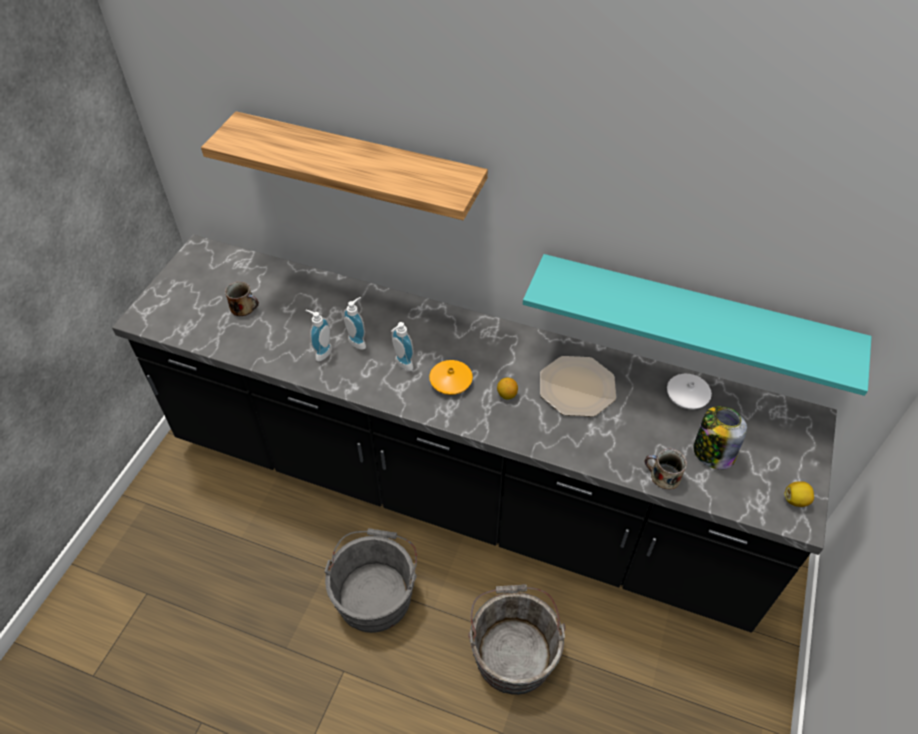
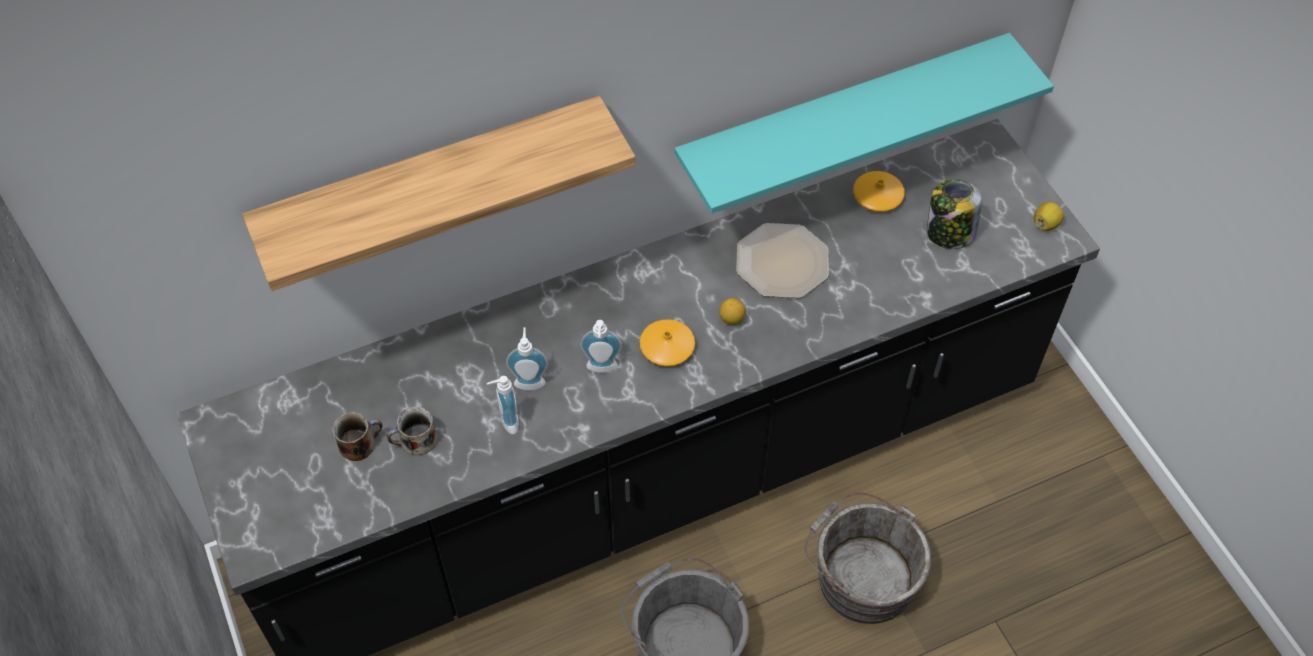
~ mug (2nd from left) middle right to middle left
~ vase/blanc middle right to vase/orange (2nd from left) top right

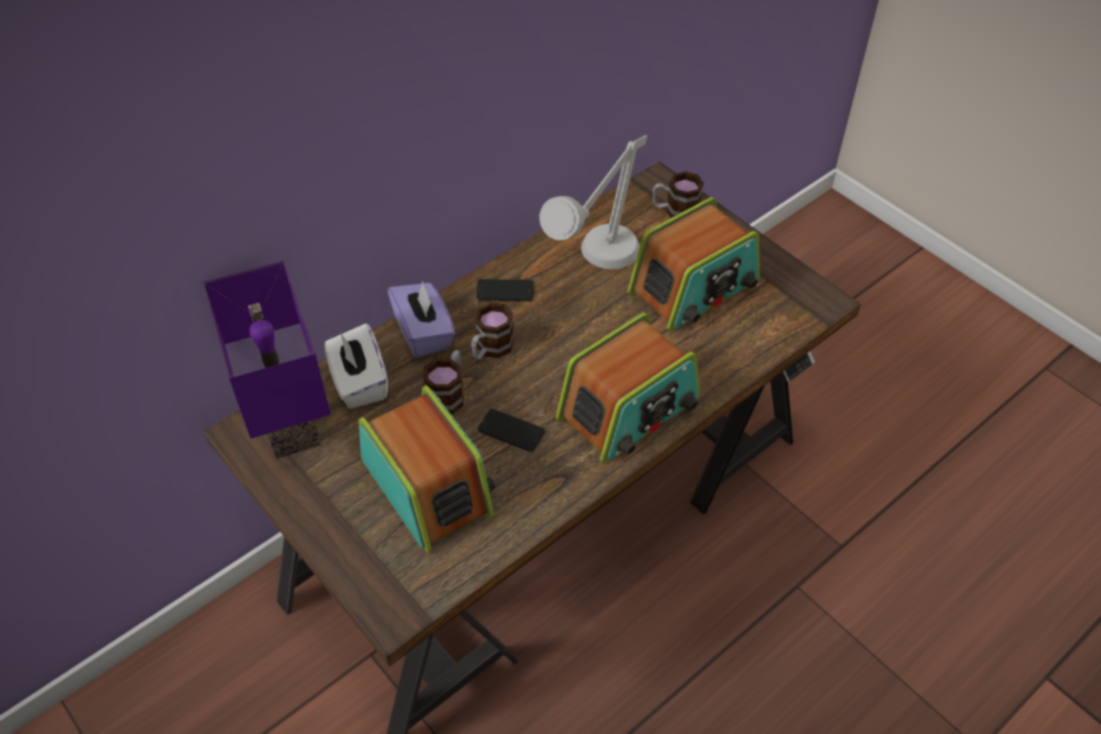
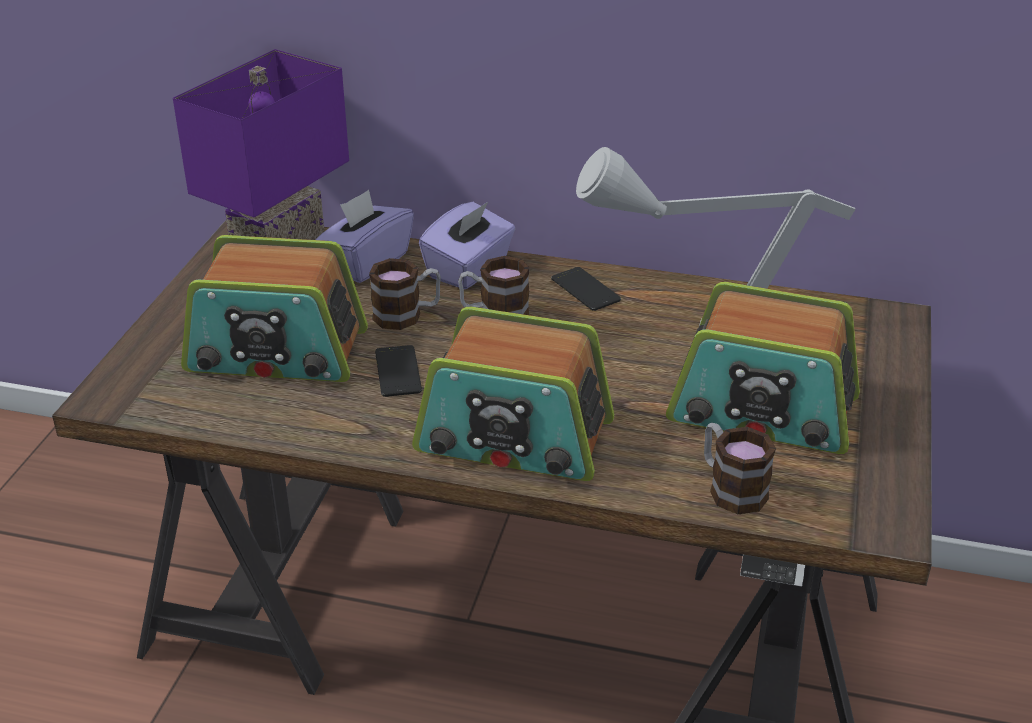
~ mug (3rd from left) top centre to middle right
~ boîte à mouchoirs/blanc middle left to boîte à mouchoirs/violet (1st from left) top centre
~ radio (1st from left) centre = middle left 75 degrees clockwise

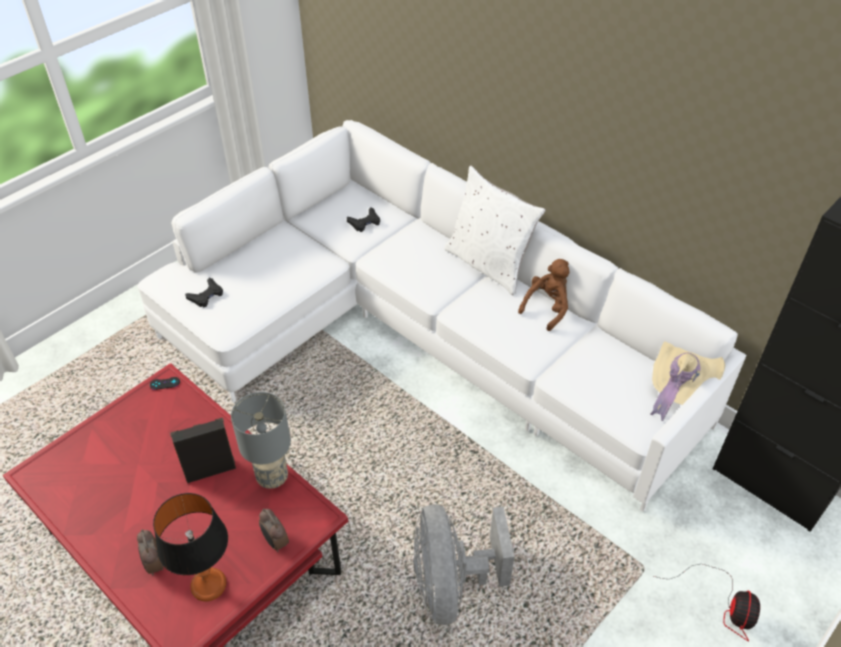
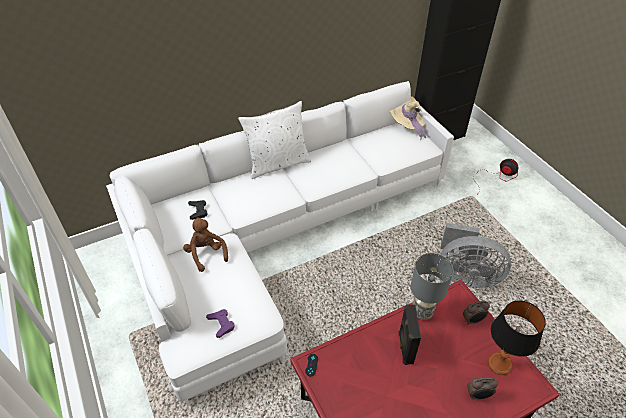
~ peluche/marron centre to middle left
~ manette/noir (2nd from left) middle left to manette/violet bottom centre

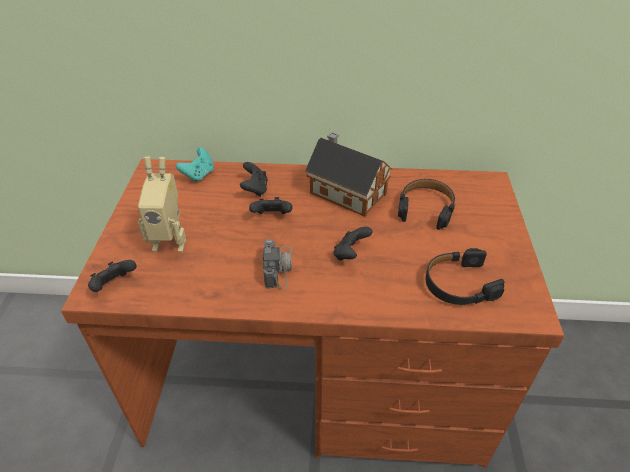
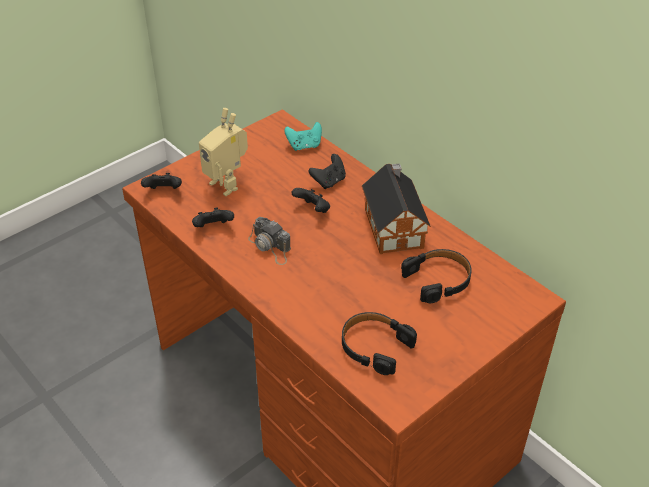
~ manette/noir (4th from left in the first image) centre to manette/noir (2nd from left) middle left
~ appareil photo centre = centre 90 degrees clockwise

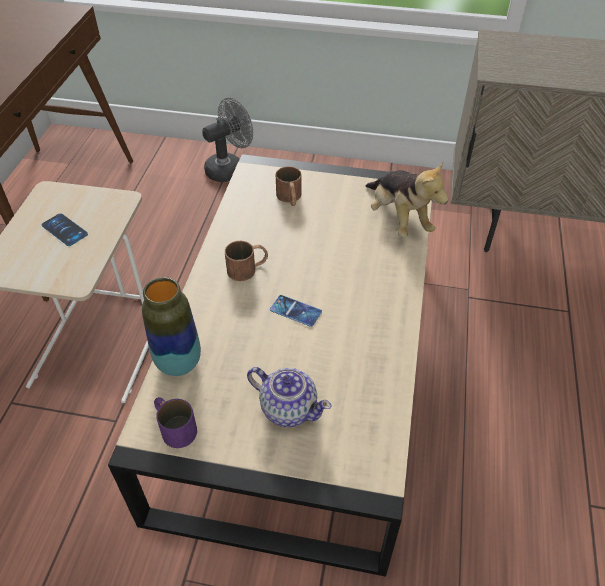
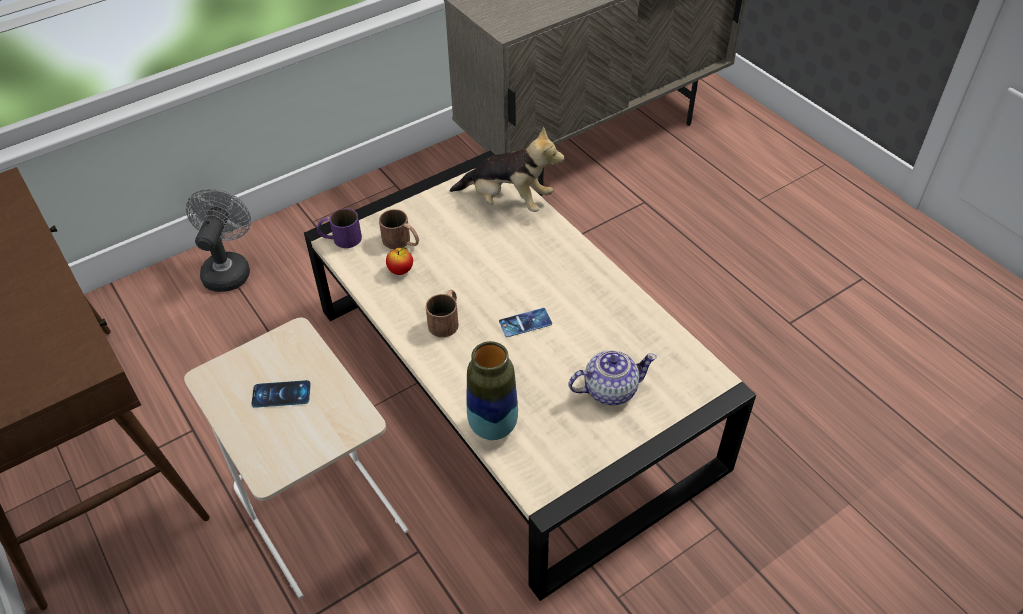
+ pomme centre
~ mug/violet bottom left to middle left

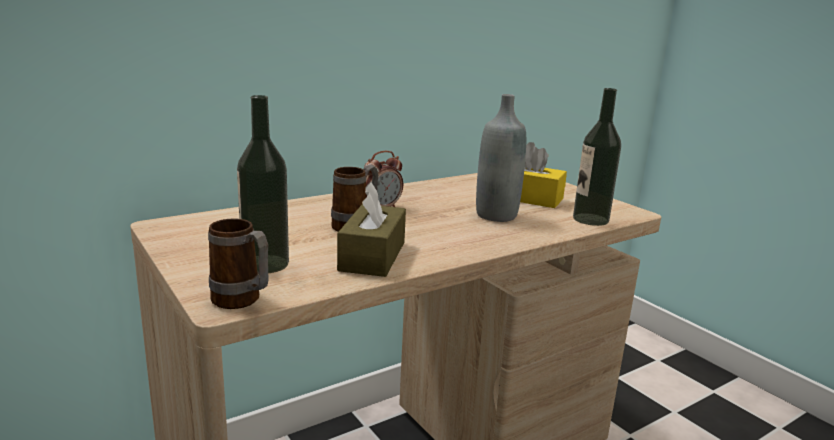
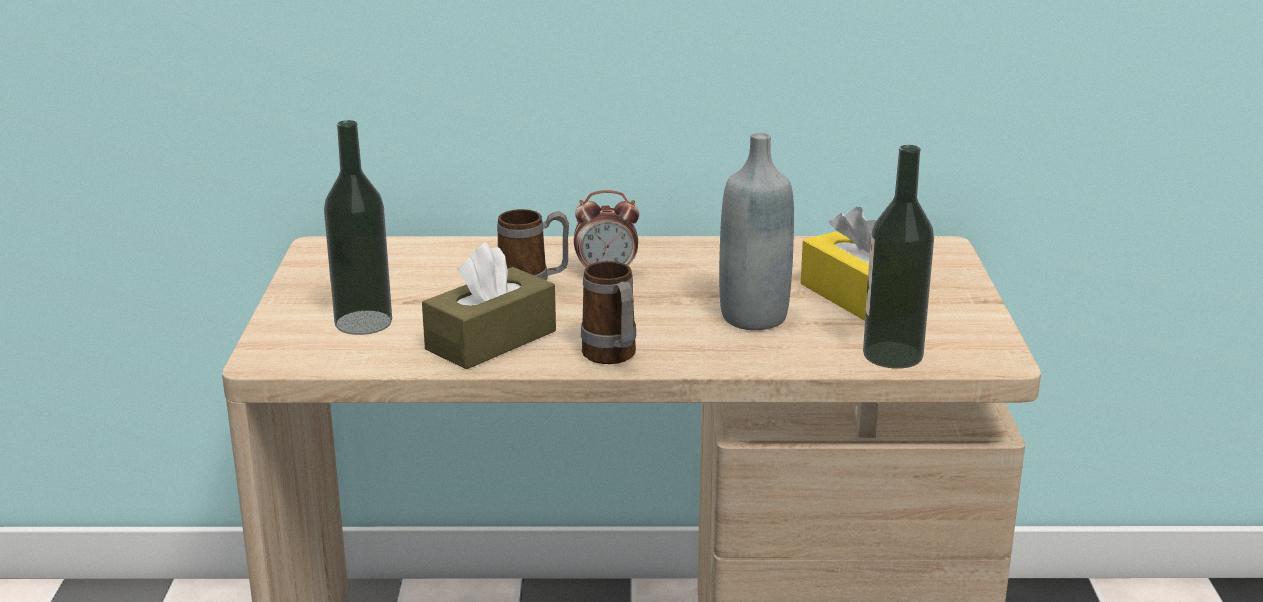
~ mug (1st from left in the first image) middle left to mug (2nd from left) centre

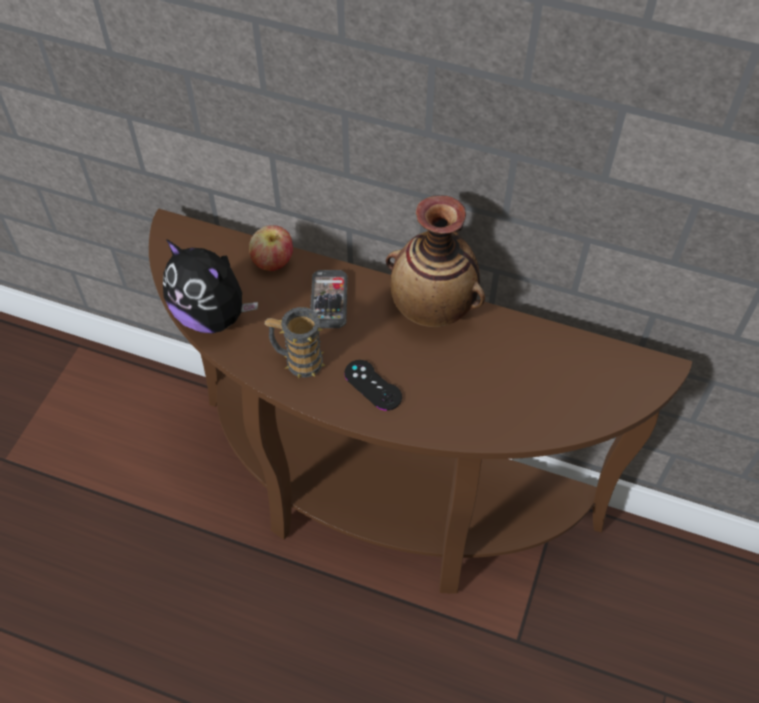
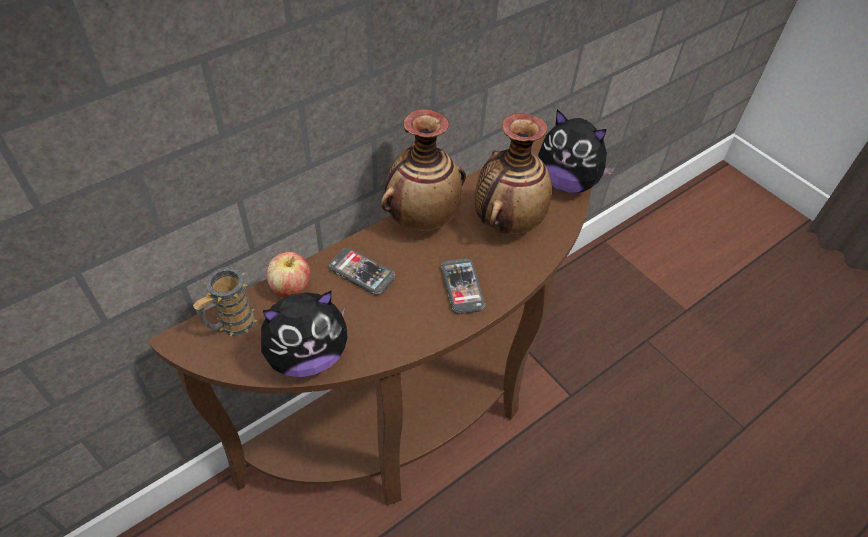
+ vase (2nd from left) top centre
+ peluche (2nd from left) top centre
~ mug centre to middle left
~ manette/noir centre to téléphone (2nd from left) centre

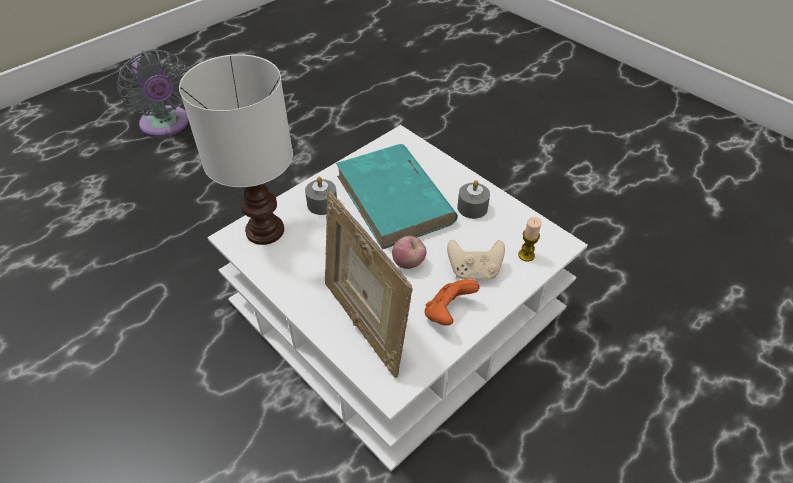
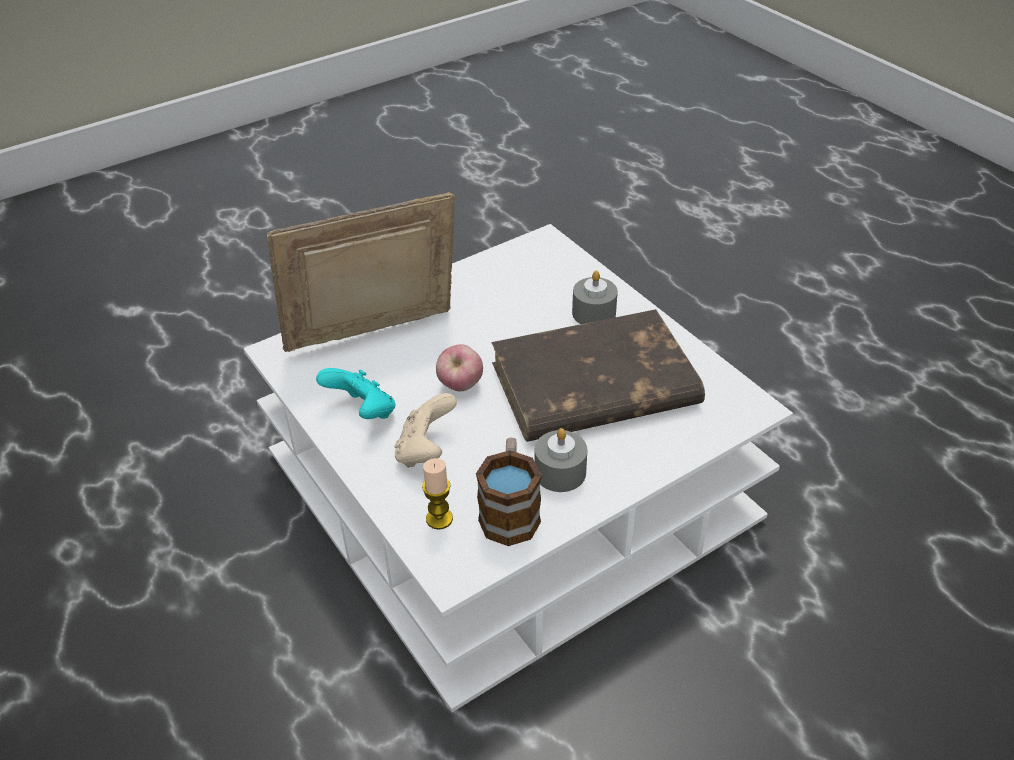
- ventilateur/gris top left
- lampe de table/blanc top left
+ mug centre
~ livre/turquoise centre to livre/marron centre
~ manette/orange centre to manette/turquoise centre

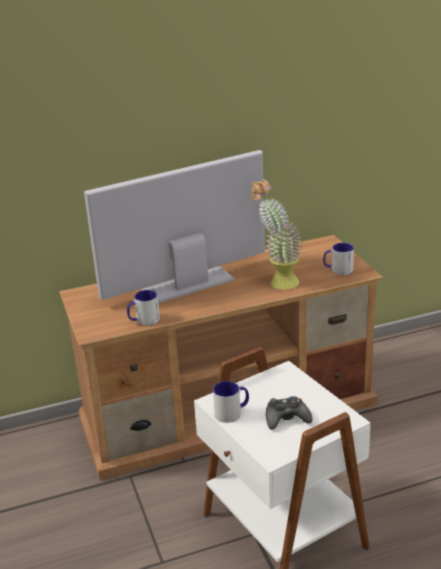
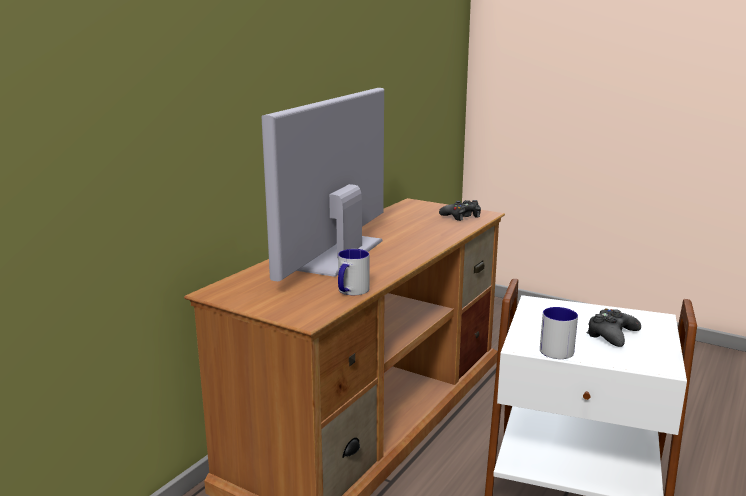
- plante en pot centre
~ mug (3rd from left) middle right to manette/noir (1st from left) centre

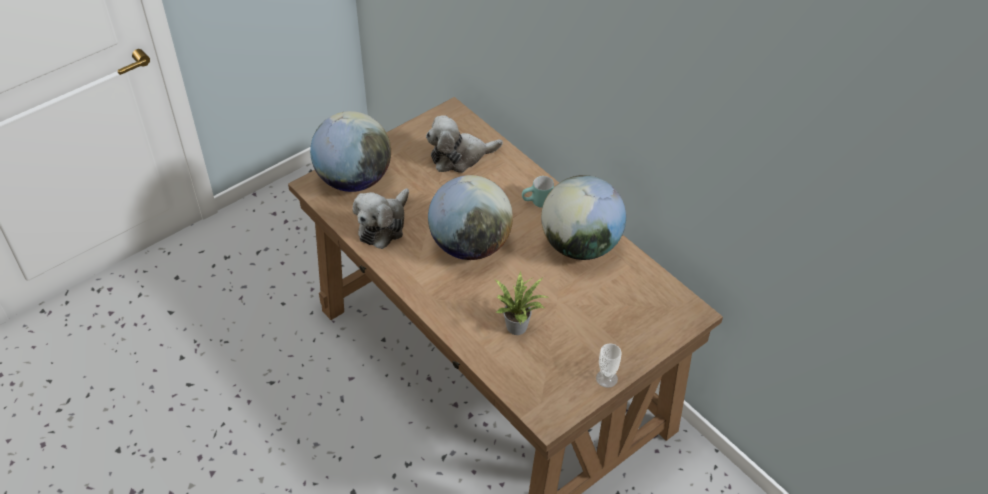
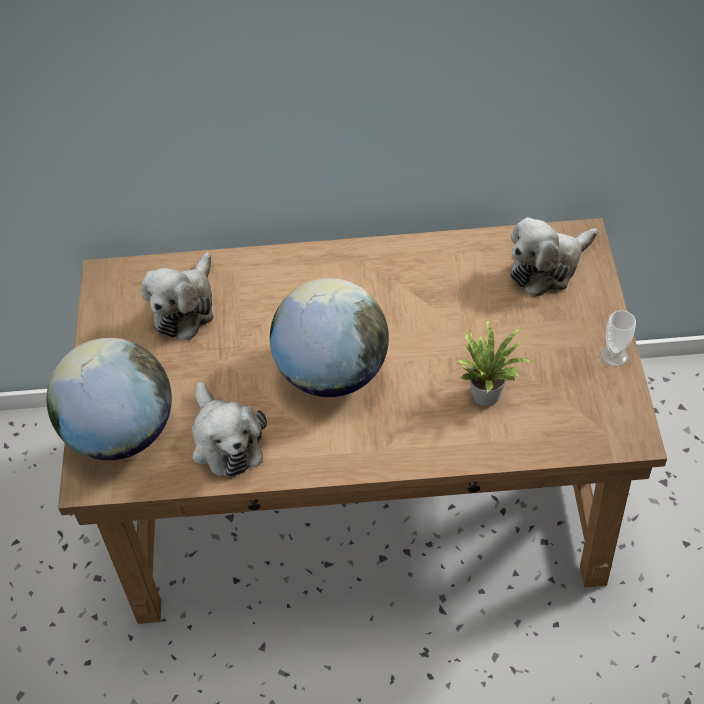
- mug/turquoise centre
- globe (3rd from left) centre
+ peluche (3rd from left) middle right

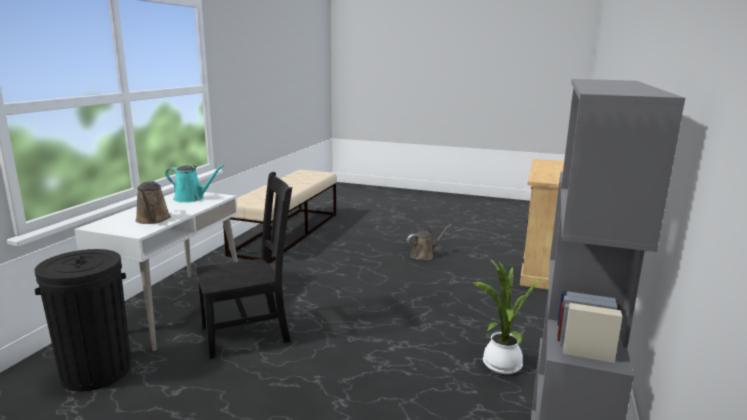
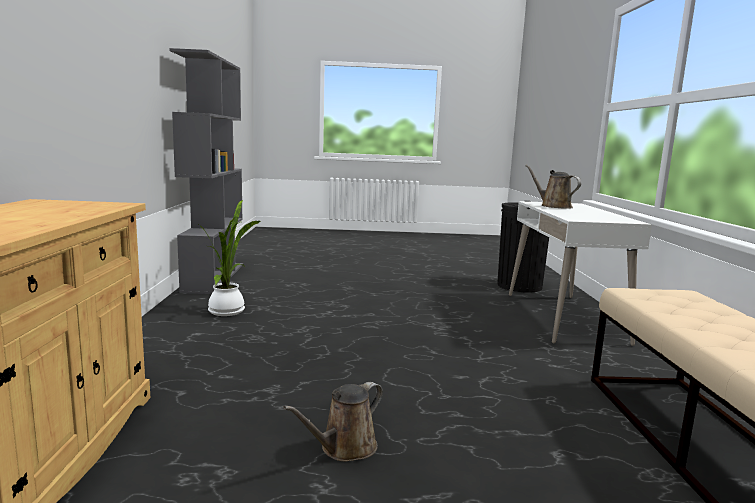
- arrosoir/turquoise middle left
- chaise/noir middle left

